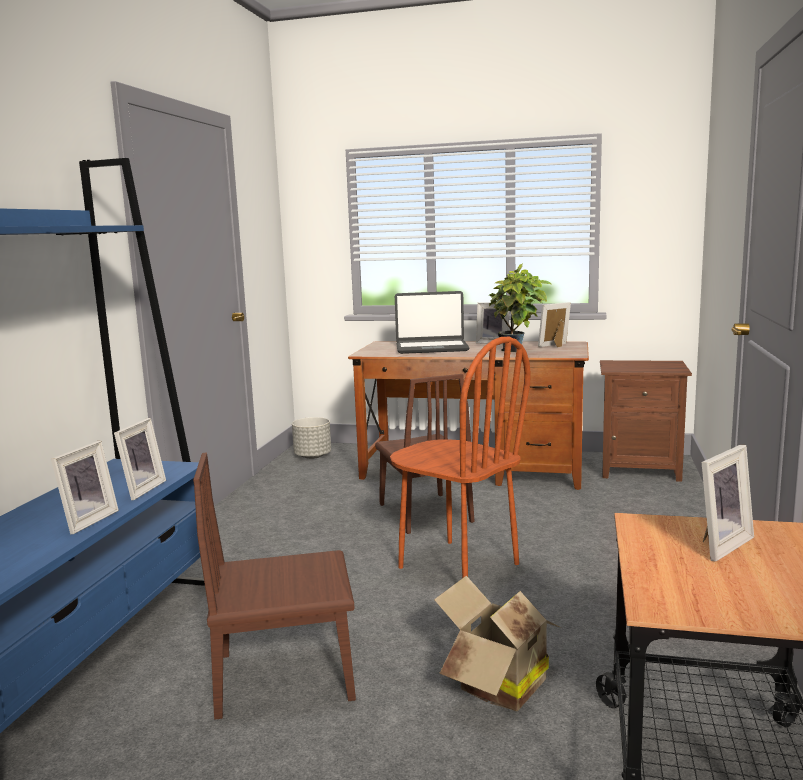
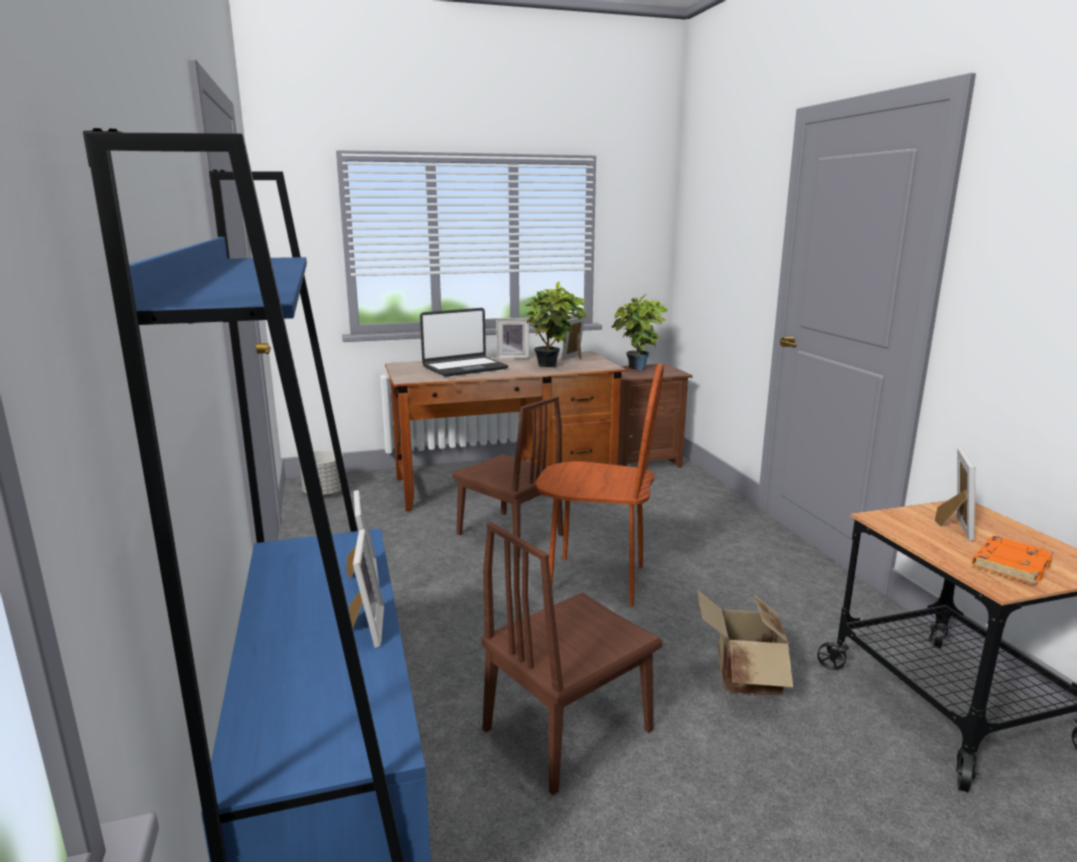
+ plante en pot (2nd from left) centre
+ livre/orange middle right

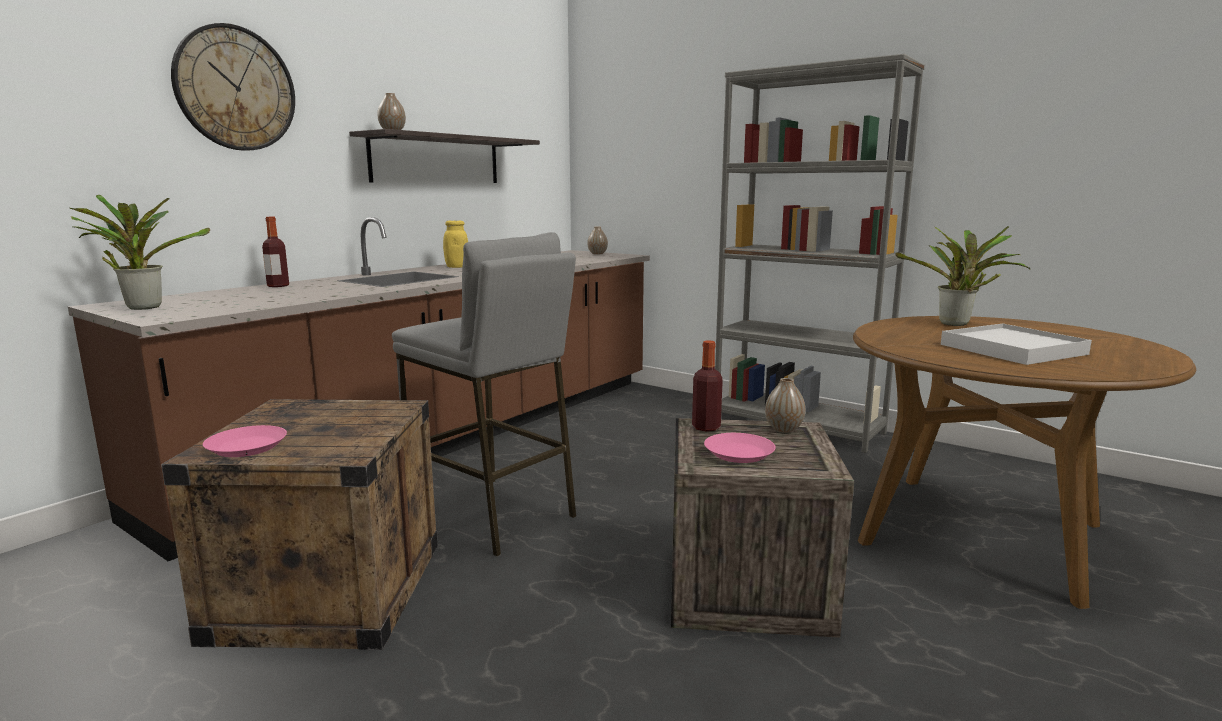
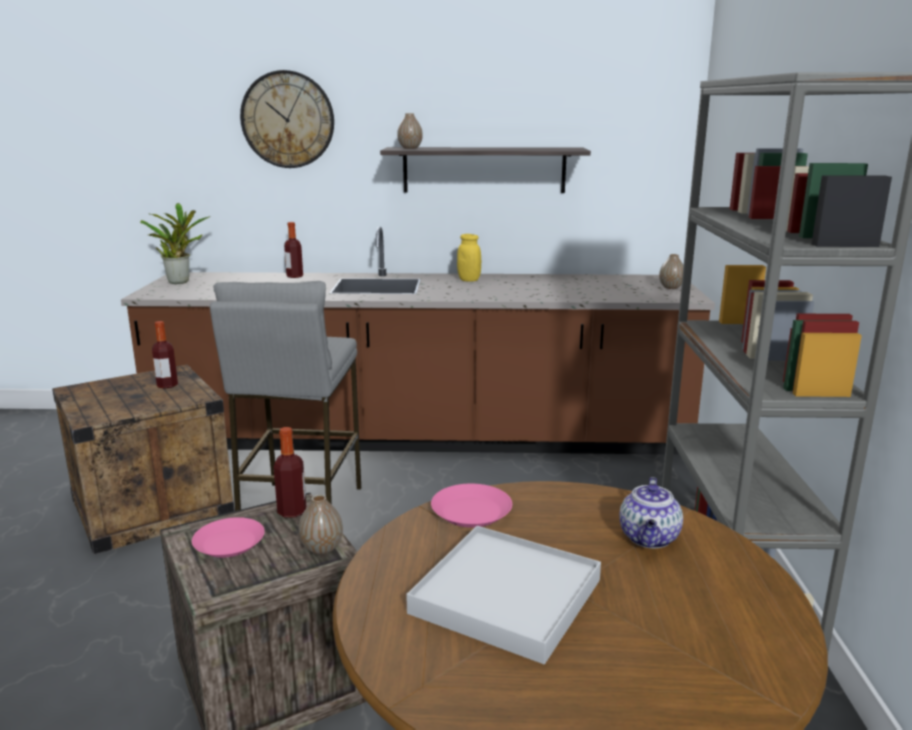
+ bouteille (1st from left) middle left
~ assiette/rose (1st from left in the first image) middle left to assiette/rose (2nd from left) bottom centre
~ plante en pot (2nd from left) middle right to théière bottom right

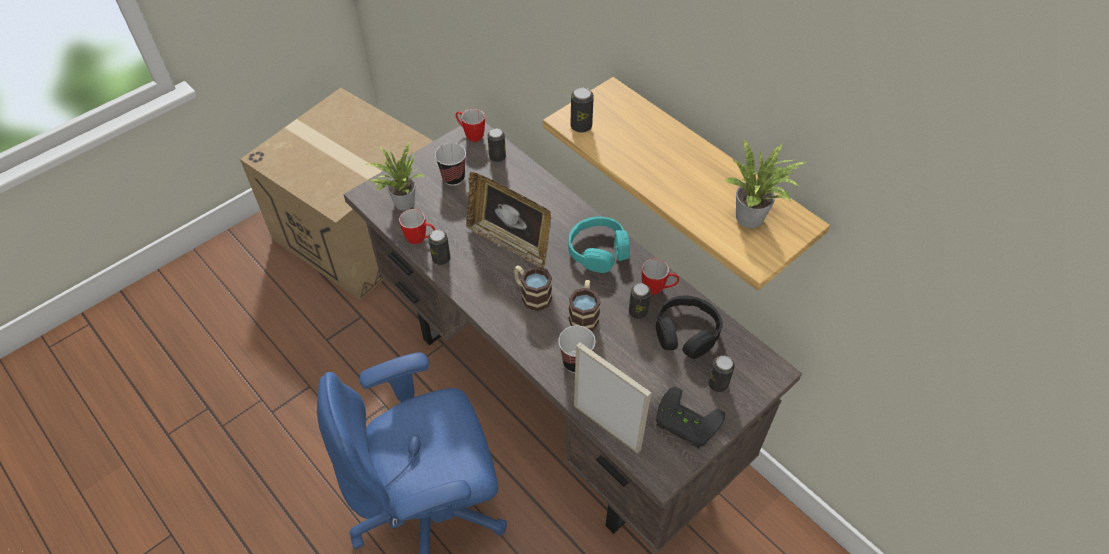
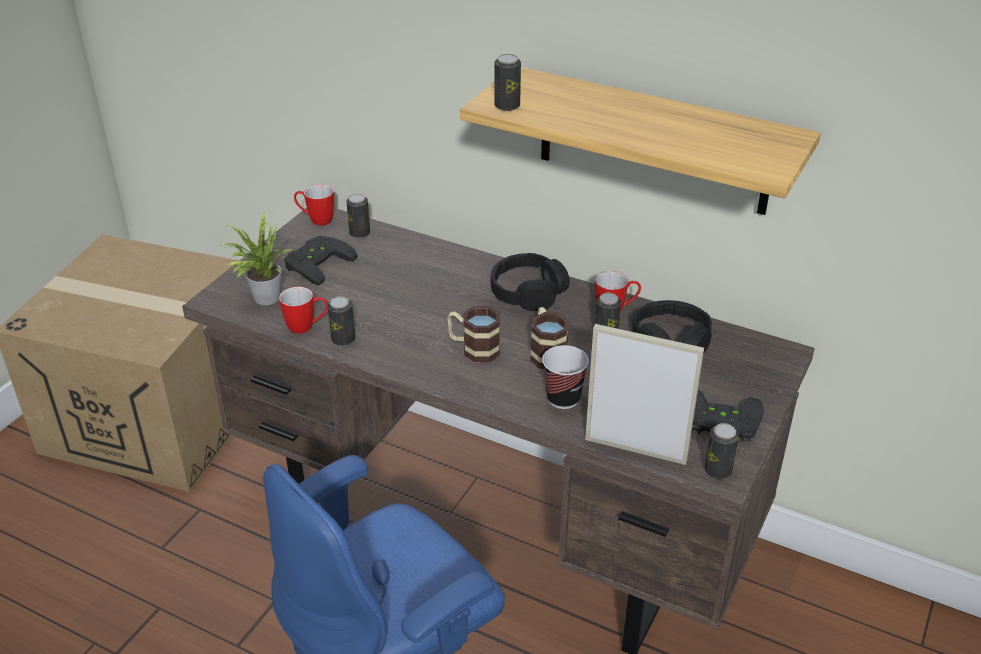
- cadre photo (1st from left) centre
- plante en pot (2nd from left) top right
~ boîte métallique (5th from left) bottom centre to bottom right
~ tasse (1st from left) top centre to manette/noir (1st from left) middle left
~ casque audio/turquoise centre to casque audio/noir (1st from left) centre

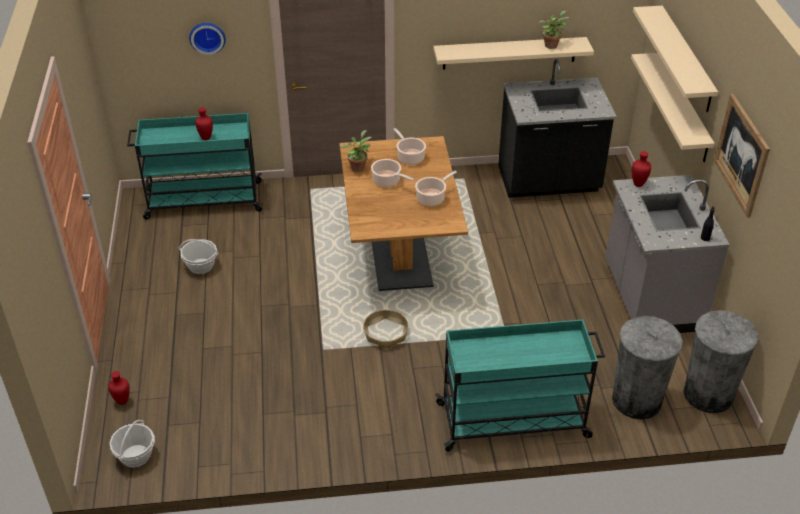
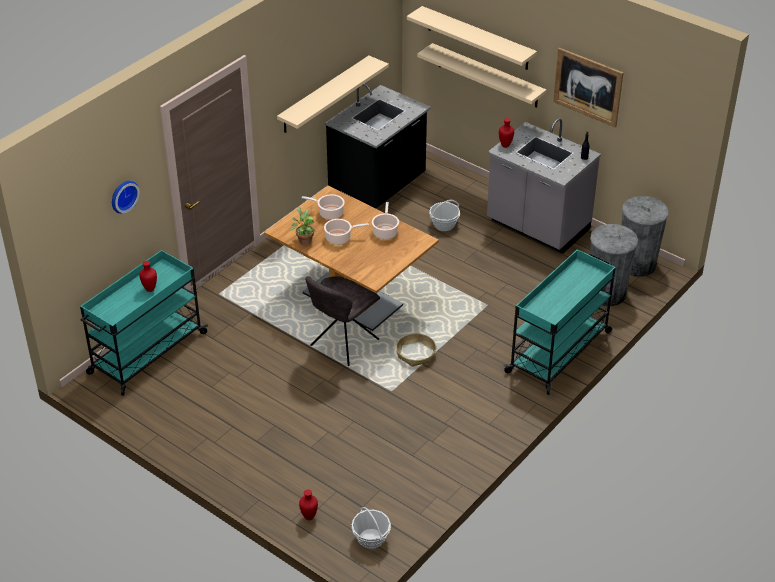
- plante en pot (2nd from left) top right
+ chaise/gris centre
~ panier (2nd from left in the first image) middle left to panier (3rd from left) centre

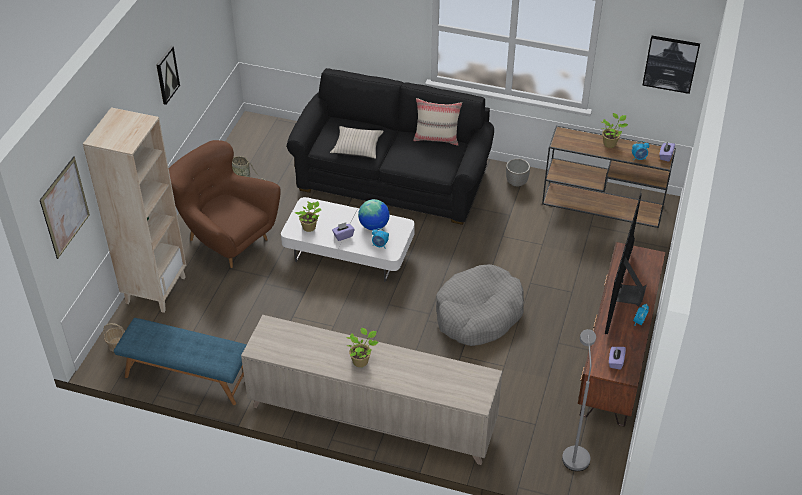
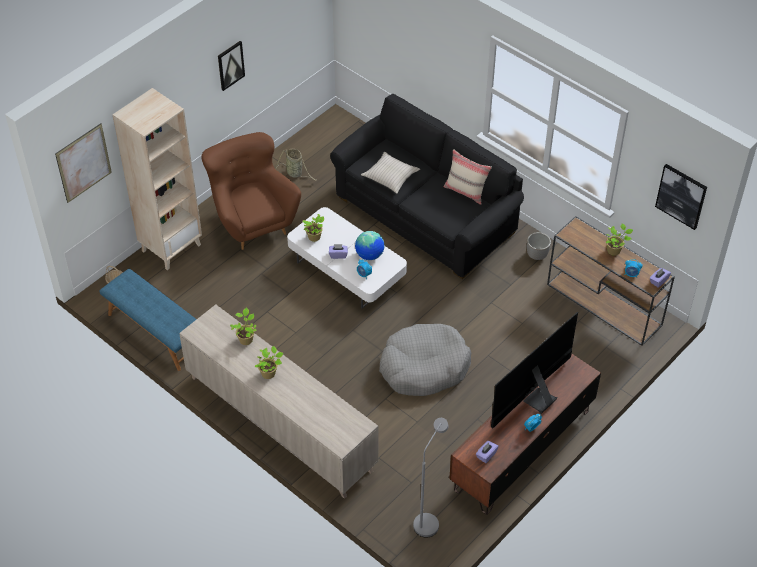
+ plante en pot (1st from left) middle left

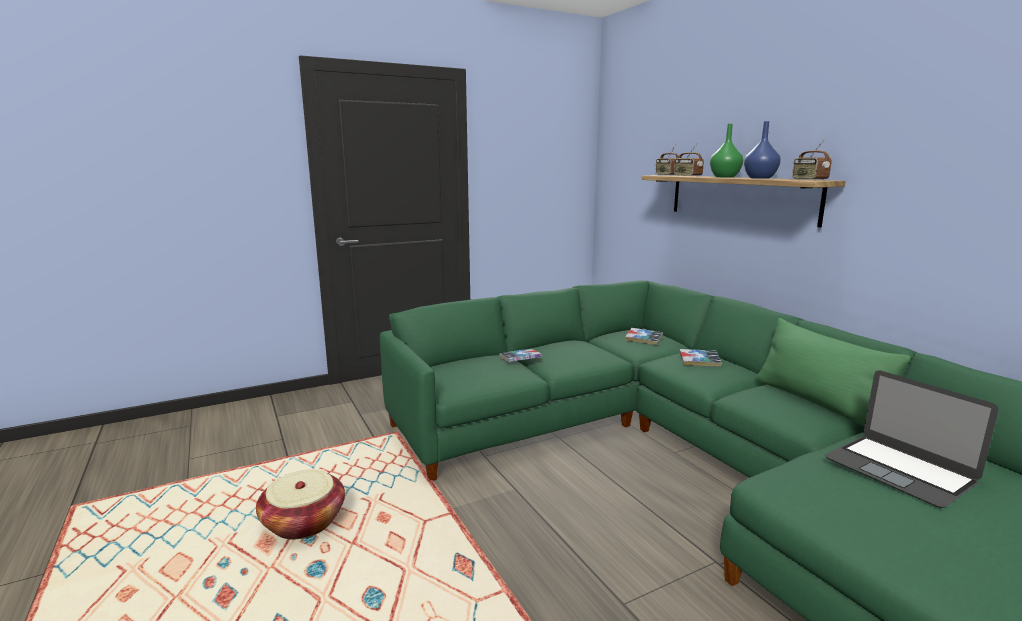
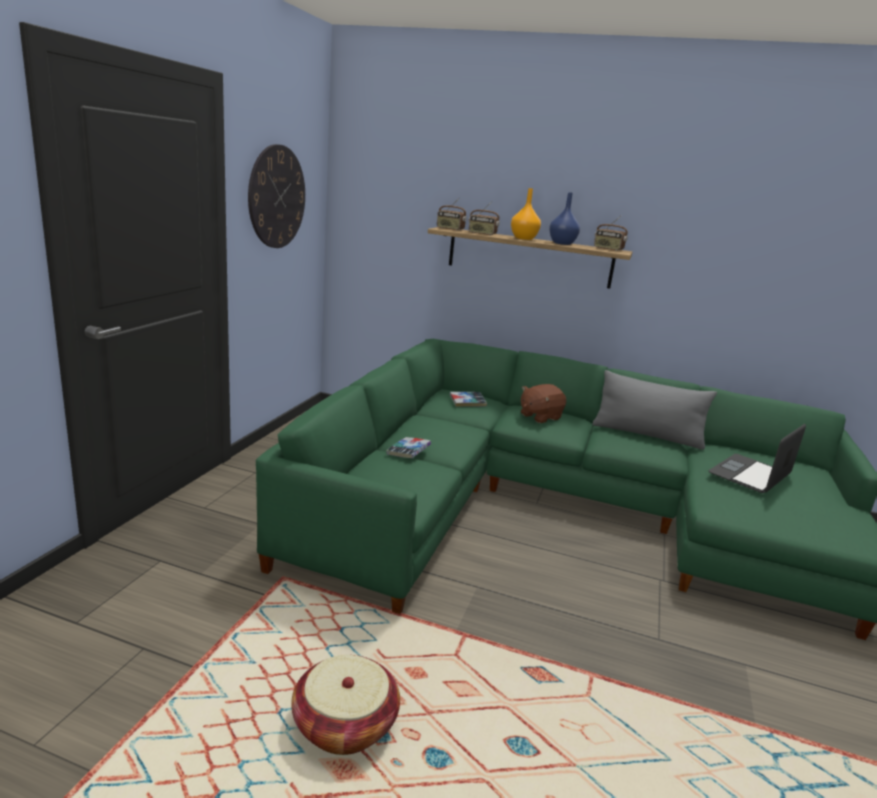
+ horloge murale top left
~ livre (3rd from left) middle right to peluche/marron centre
~ vase/vert top right to vase/orange top centre
~ coussin/vert middle right to coussin/gris middle right
~ ordinateur portable bottom right = middle right 120 degrees clockwise

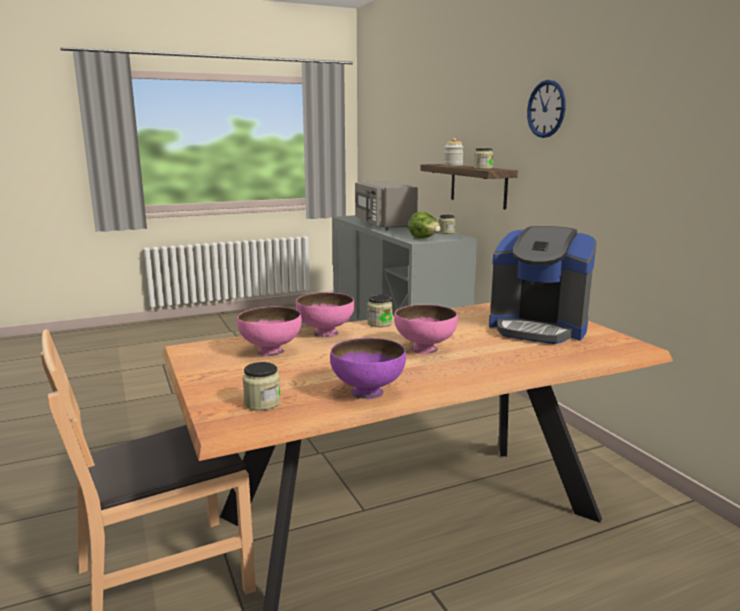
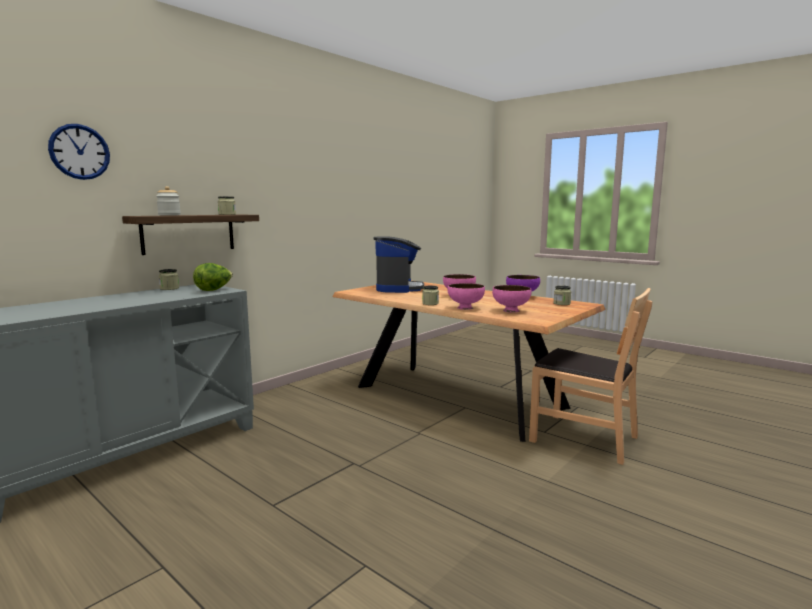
- micro-ondes/gris centre
~ horloge murale top right to top left

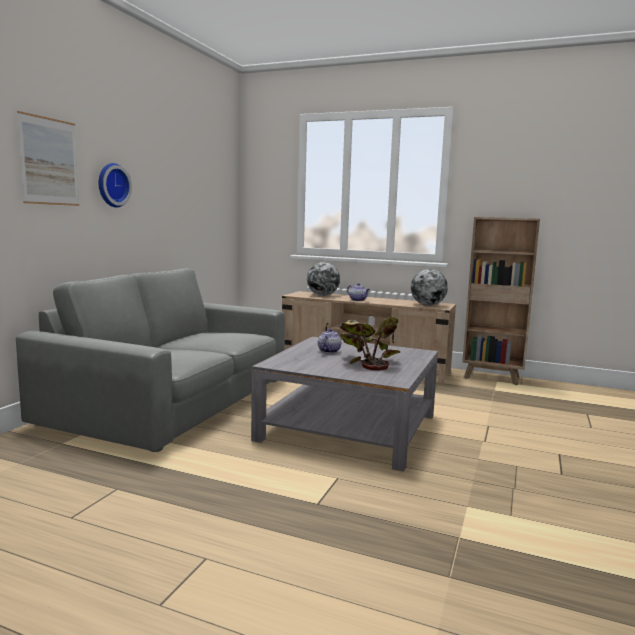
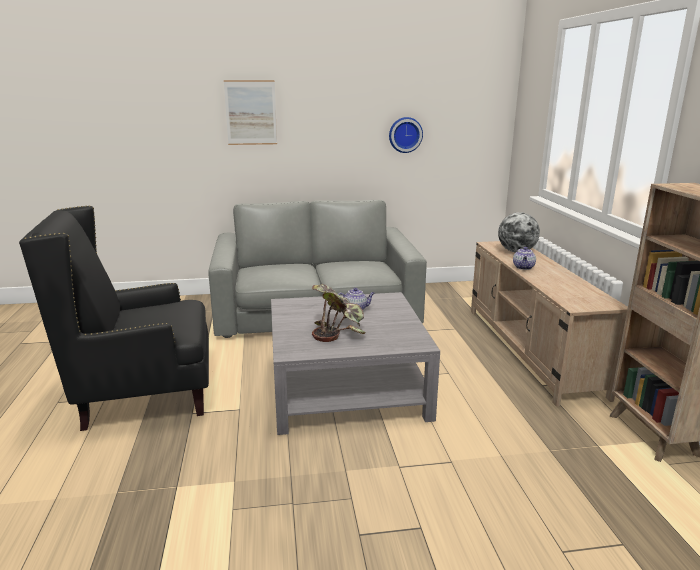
- globe (2nd from left) middle right
+ fauteuil/noir middle left
~ horloge murale top left to top centre

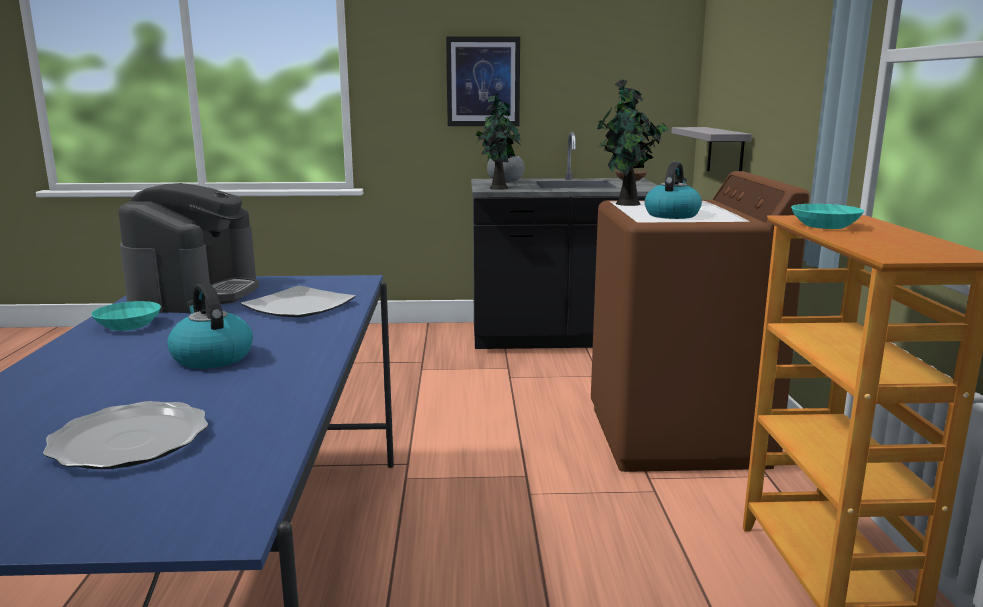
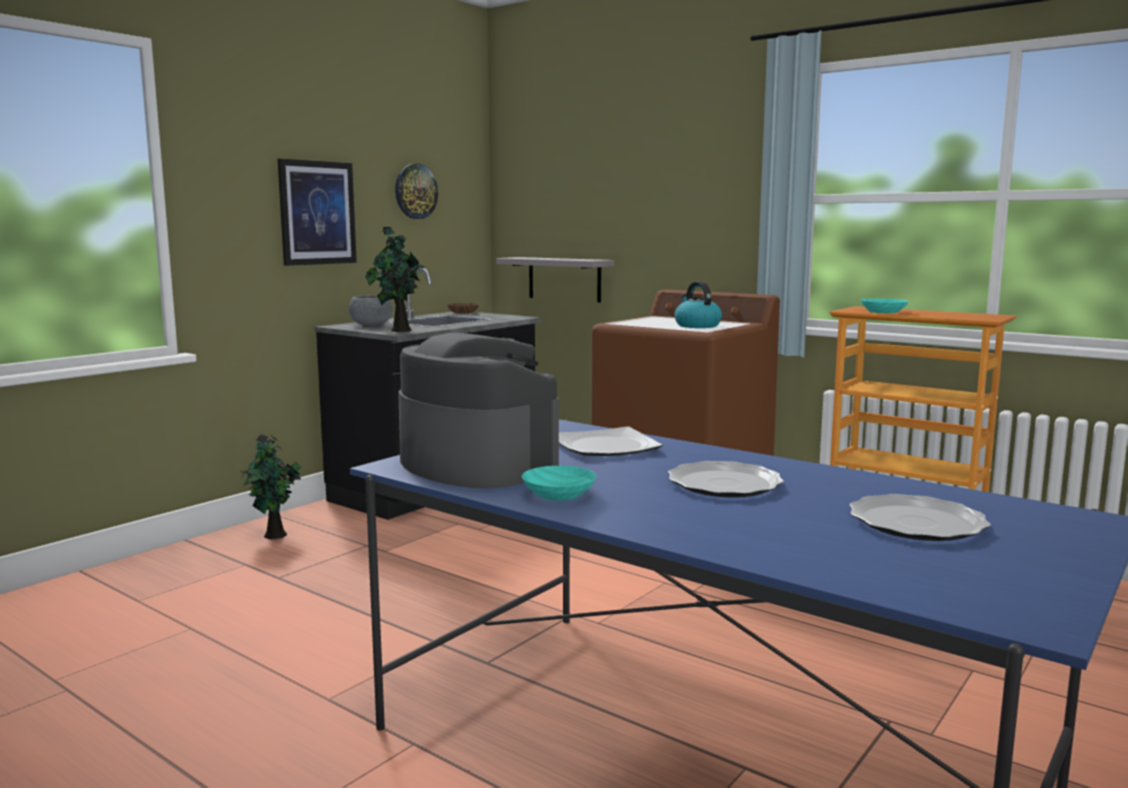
+ horloge murale top centre
~ plante en pot (2nd from left in the first image) top centre to plante en pot (1st from left) middle left
~ bouilloire (1st from left) middle left to assiette (2nd from left) centre

